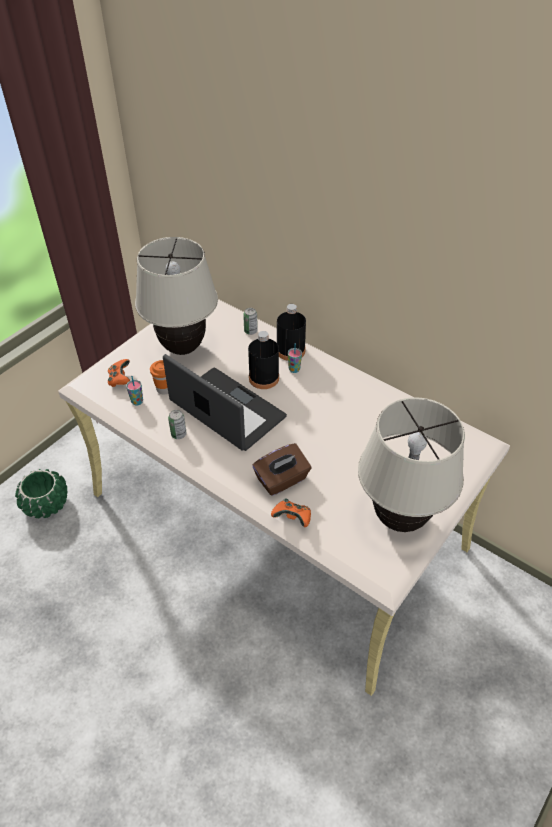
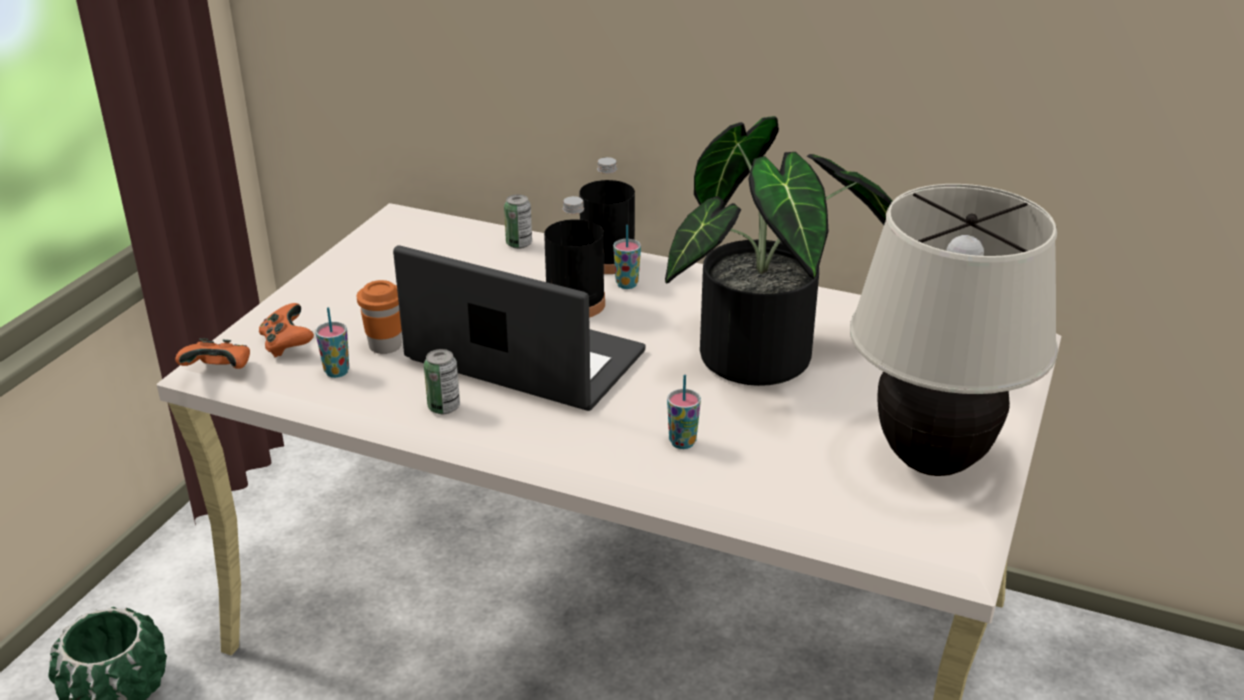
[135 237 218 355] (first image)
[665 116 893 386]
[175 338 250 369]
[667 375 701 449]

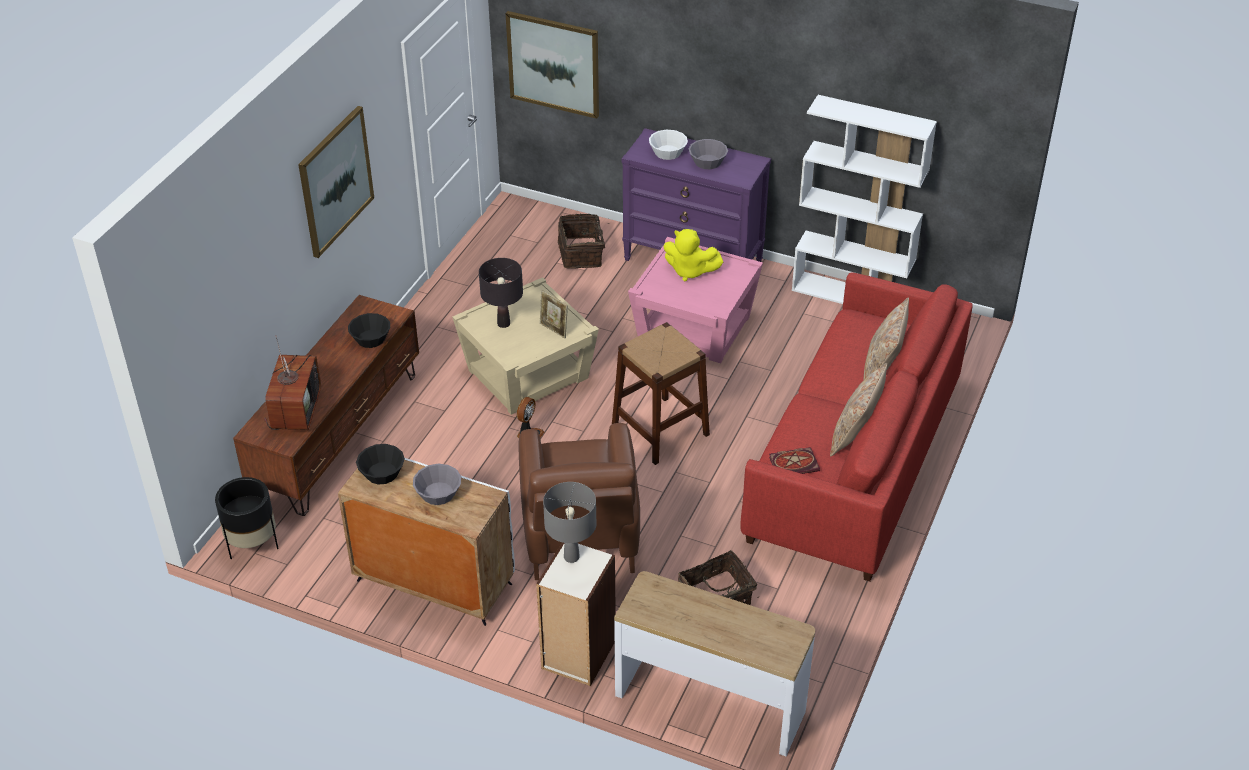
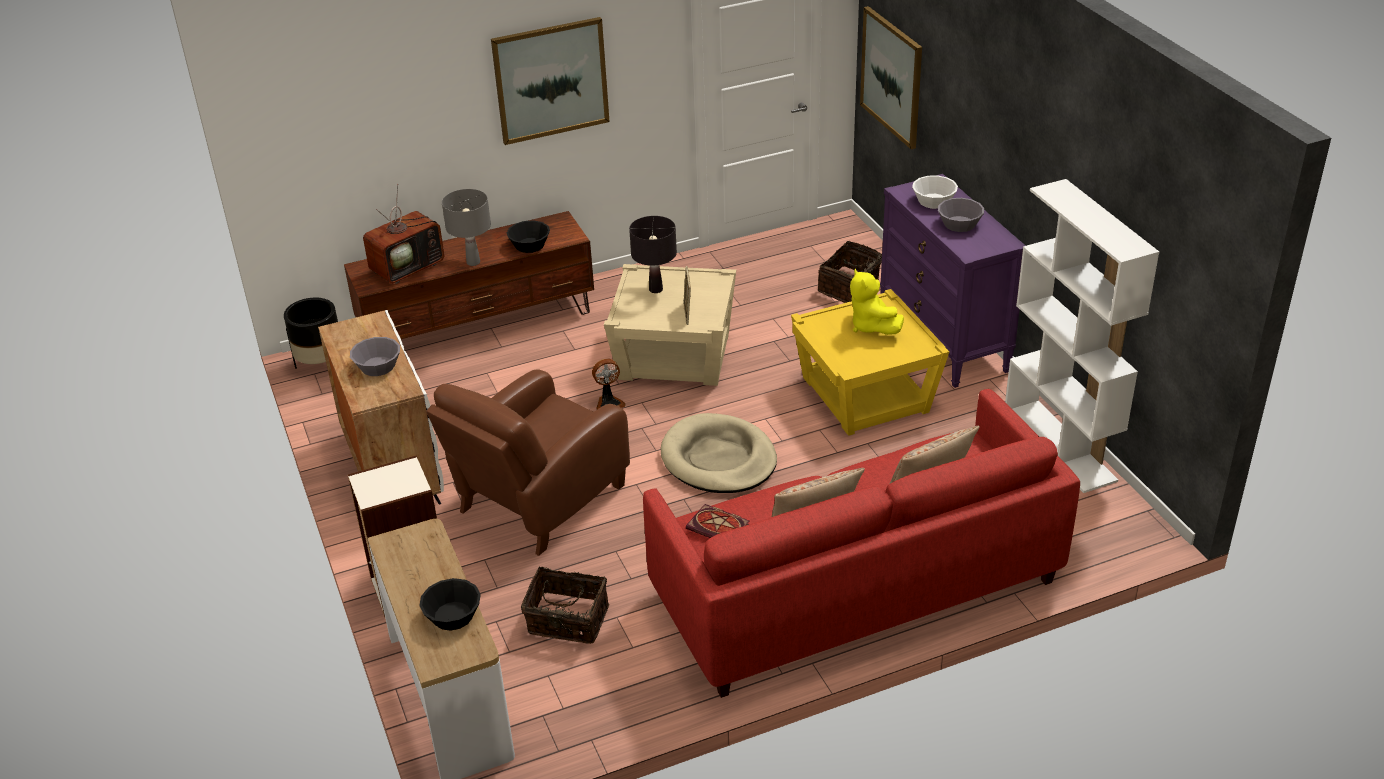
[419 578 481 631]
[442 189 491 266]
[661 413 777 493]
[791 289 949 436]

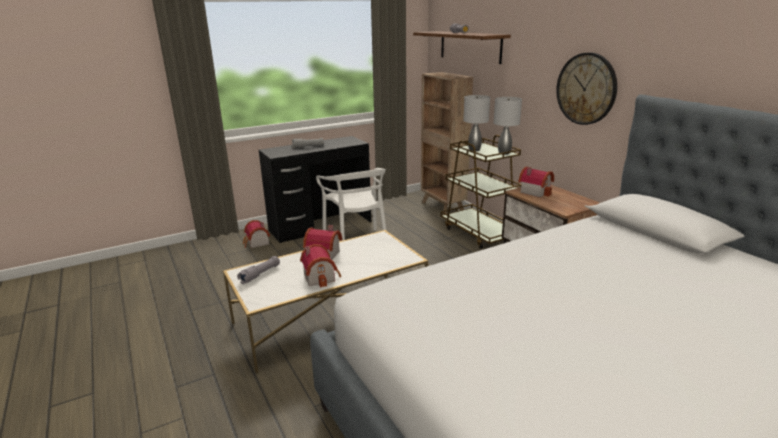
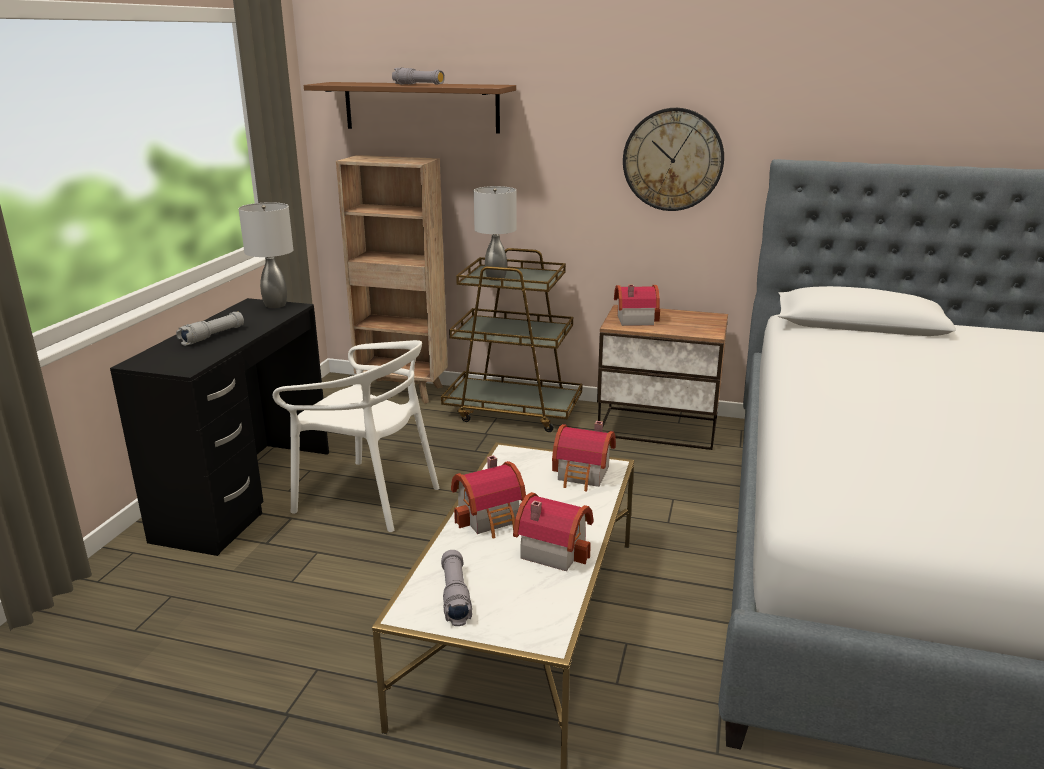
[552 421 616 492]
[238 202 293 308]

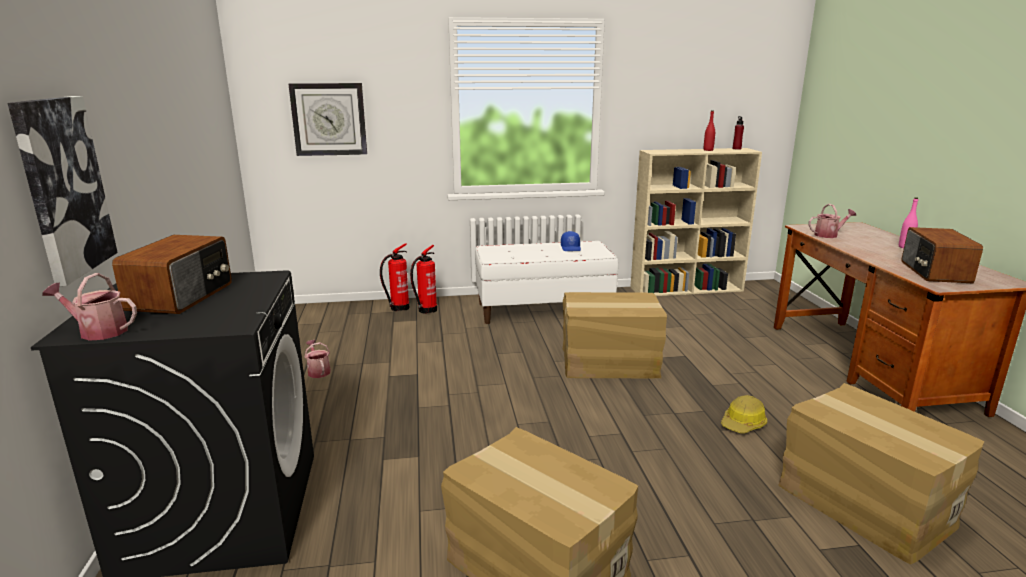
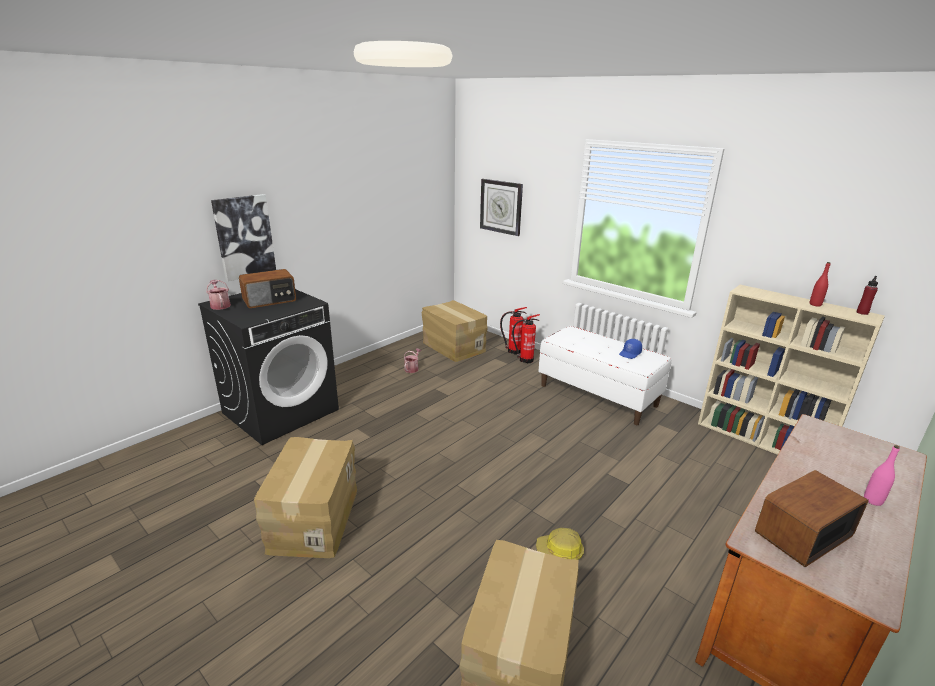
[808 204 856 238] (first image)
[422 300 488 362]

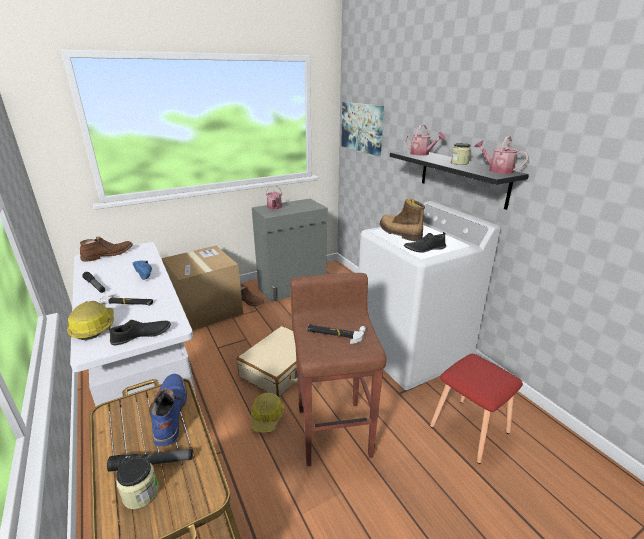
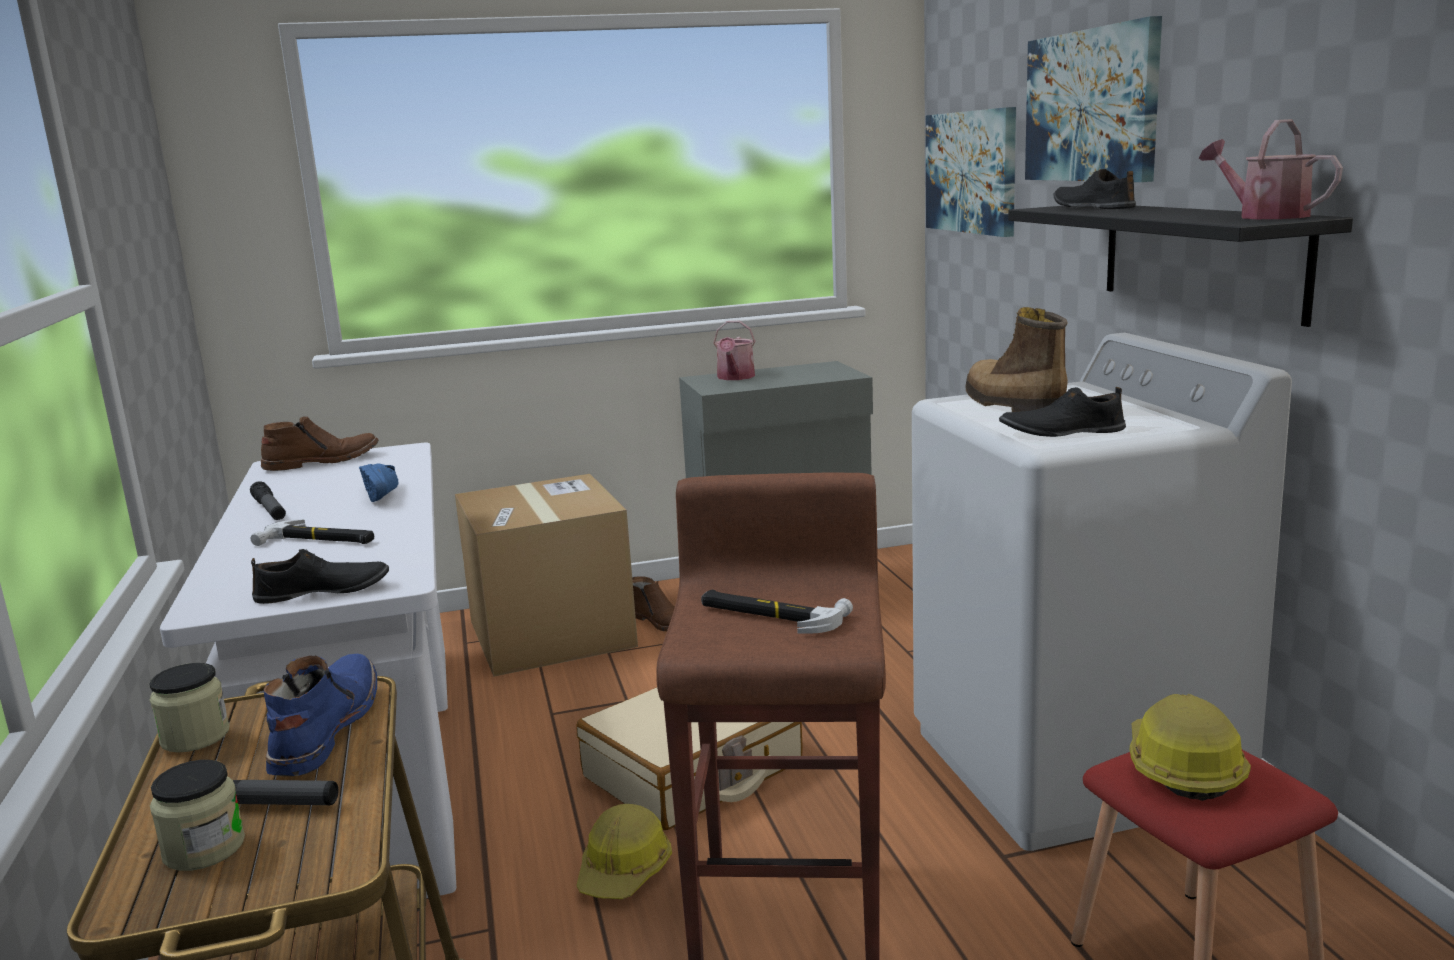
[1025 16 1162 182]
[1130 694 1251 801]
[149 663 229 752]
[1053 169 1136 209]

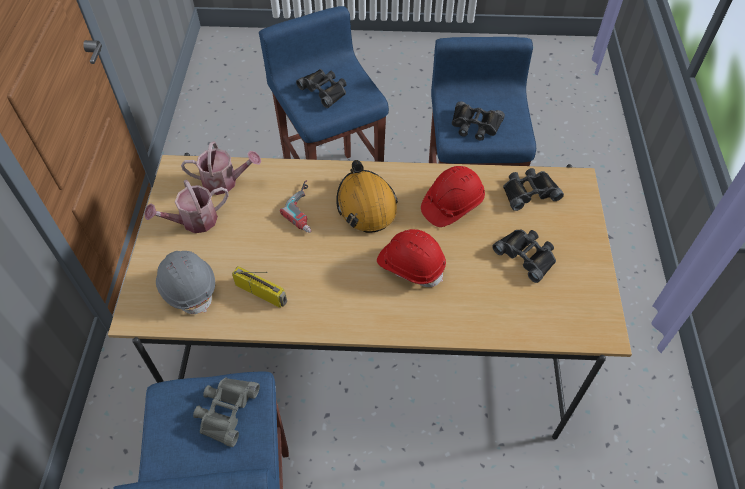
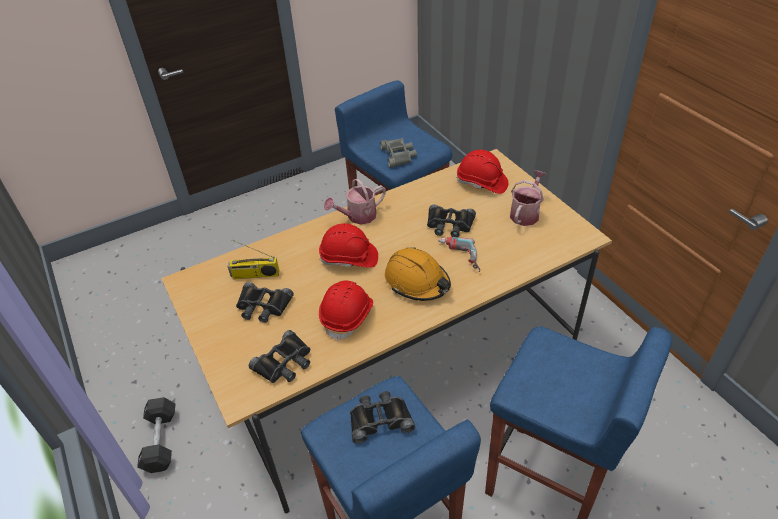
[137 397 176 473]
[324 178 386 225]
[228 240 279 279]
[427 205 476 237]
[456 150 509 194]

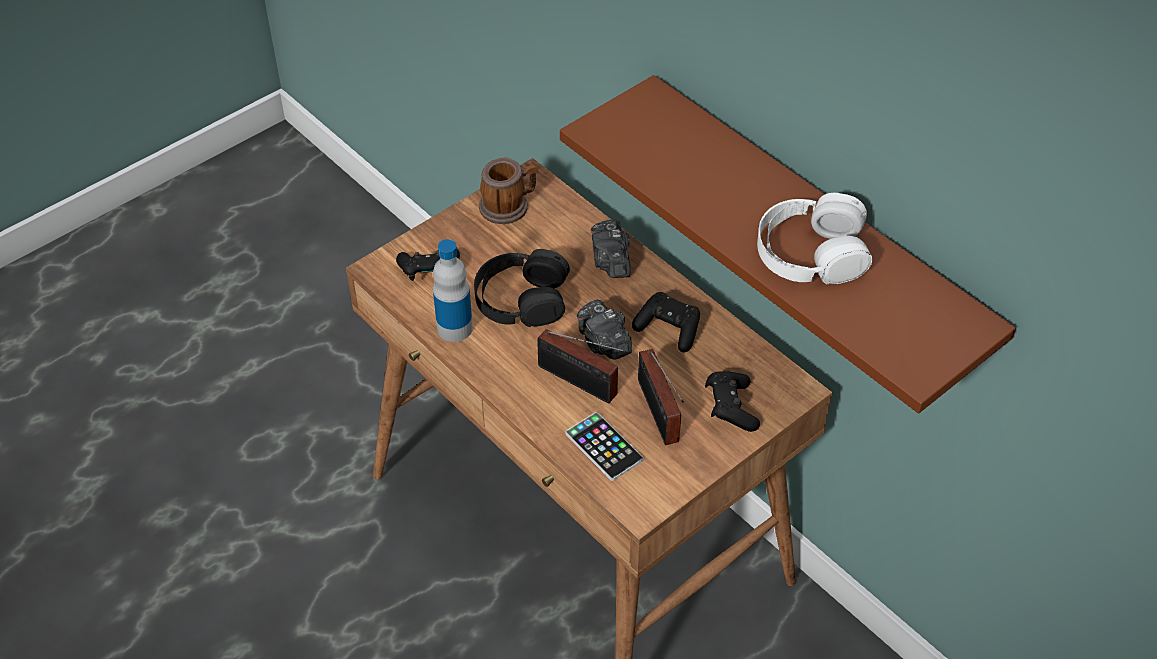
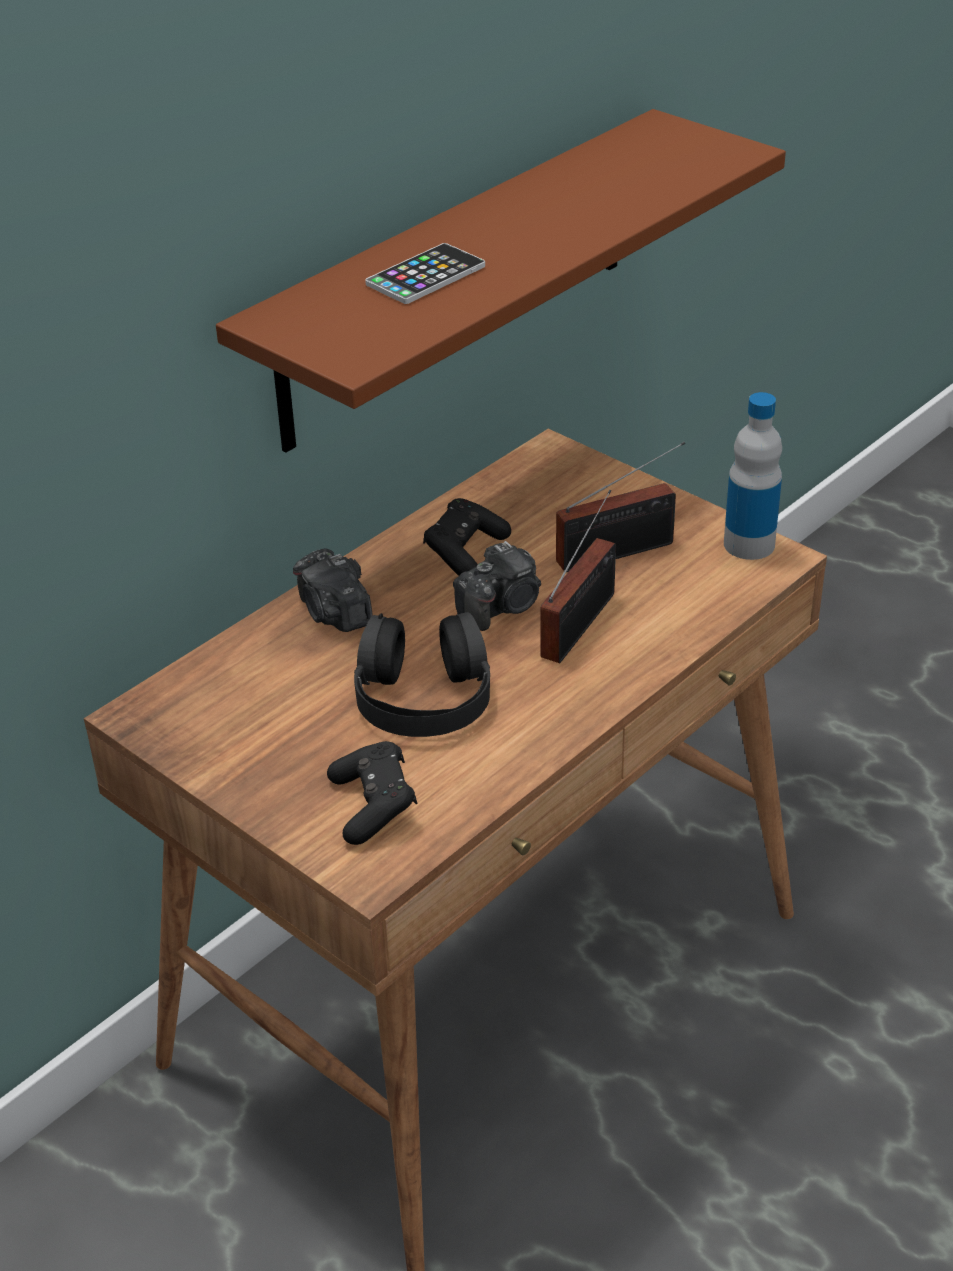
[479 158 538 224] (first image)
[705 371 760 432] (first image)
[757 193 872 285] (first image)
[724 392 782 560]
[365 243 485 304]
[293 548 373 632]

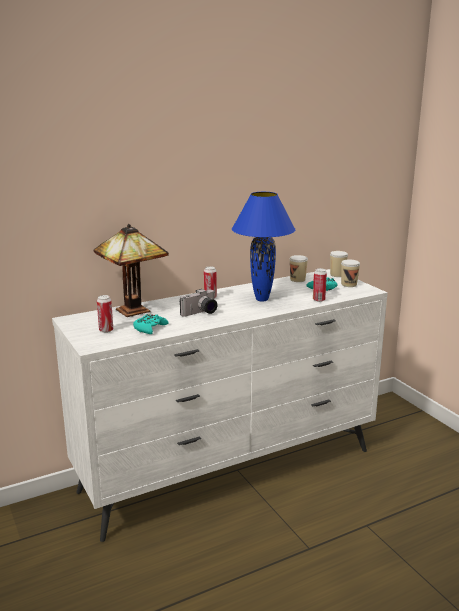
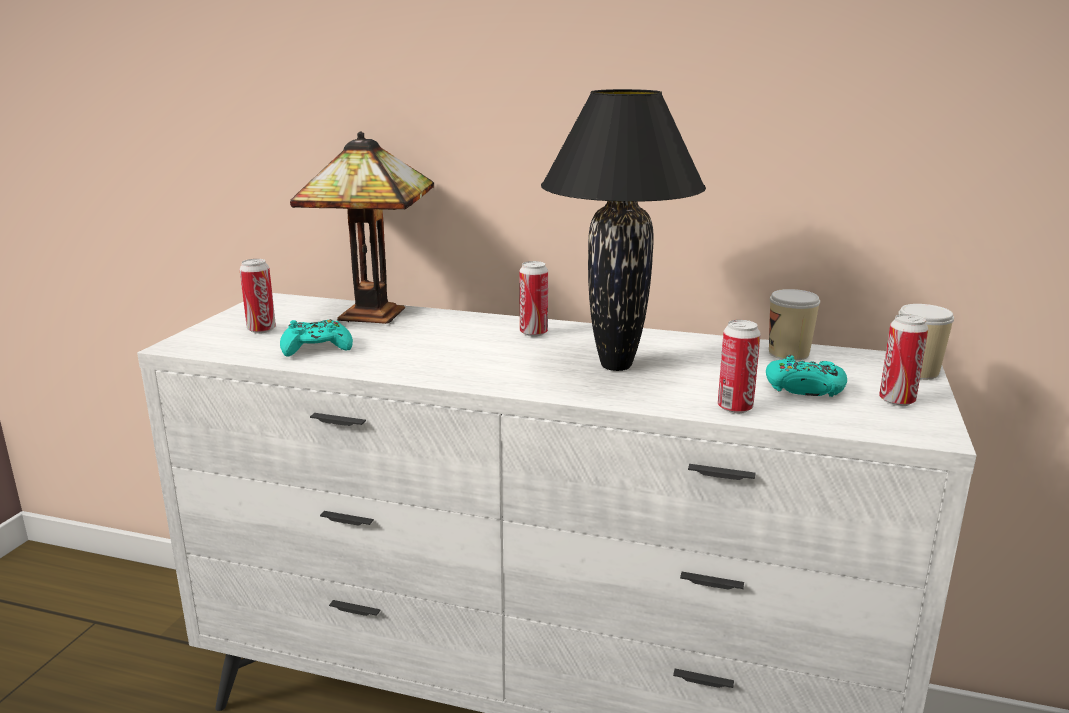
[180 289 217 317] (first image)
[879 314 928 406]
[541 89 706 371]

